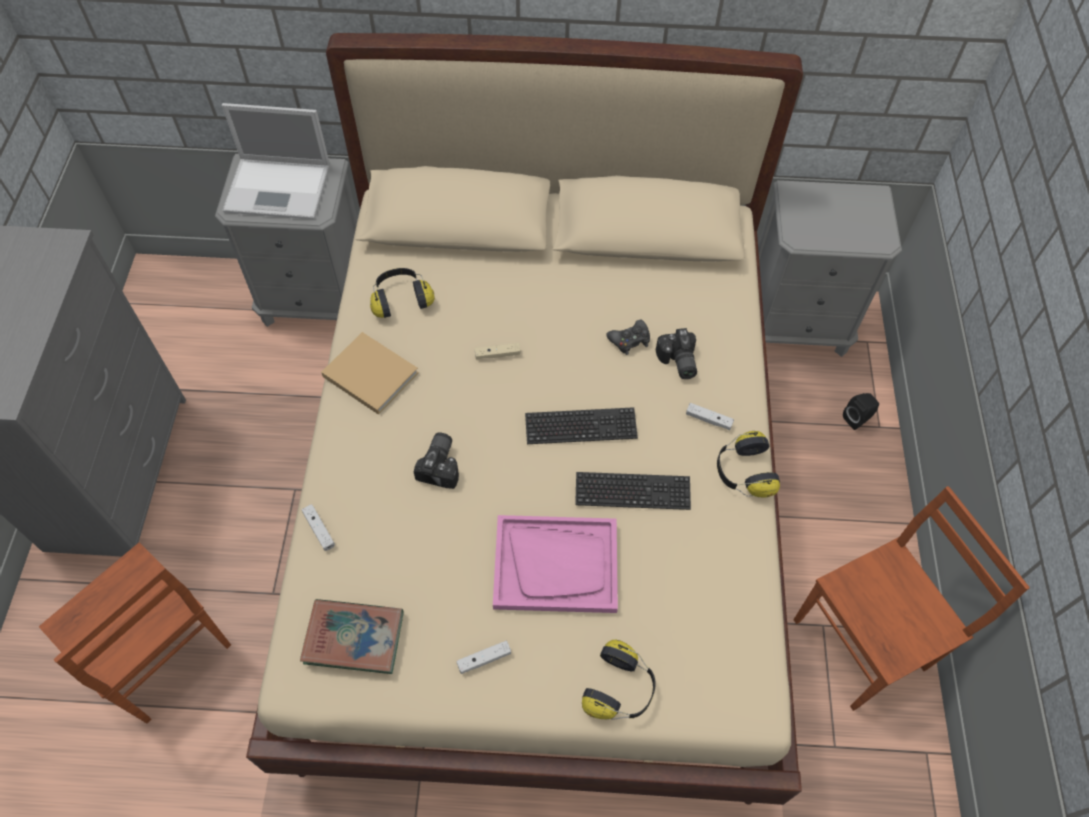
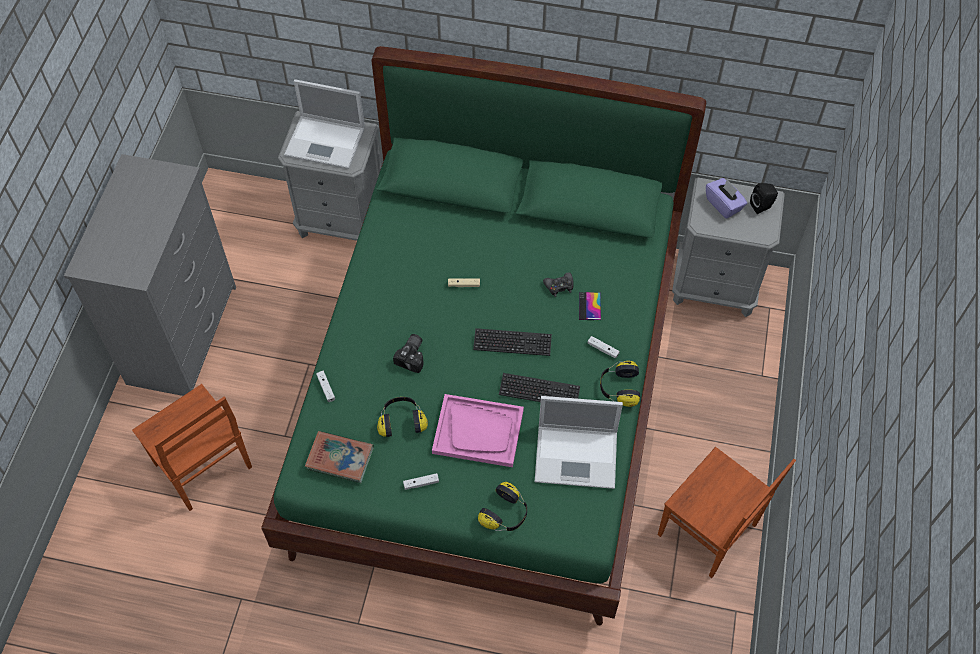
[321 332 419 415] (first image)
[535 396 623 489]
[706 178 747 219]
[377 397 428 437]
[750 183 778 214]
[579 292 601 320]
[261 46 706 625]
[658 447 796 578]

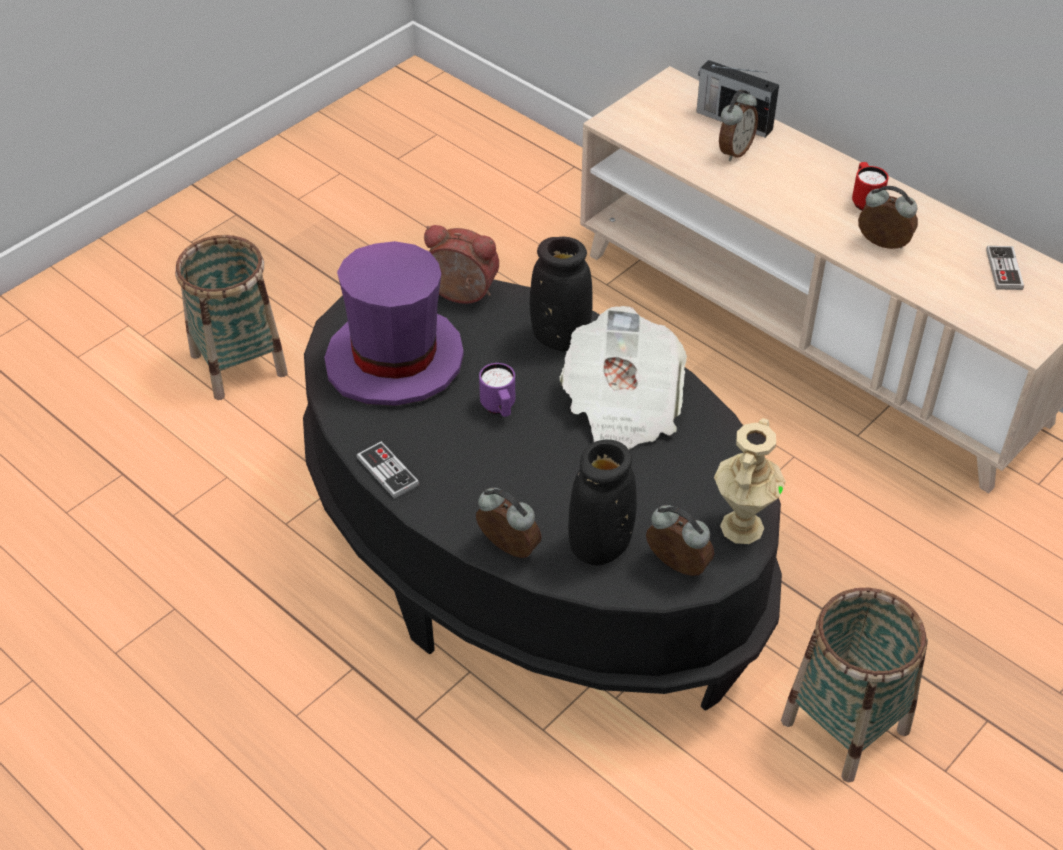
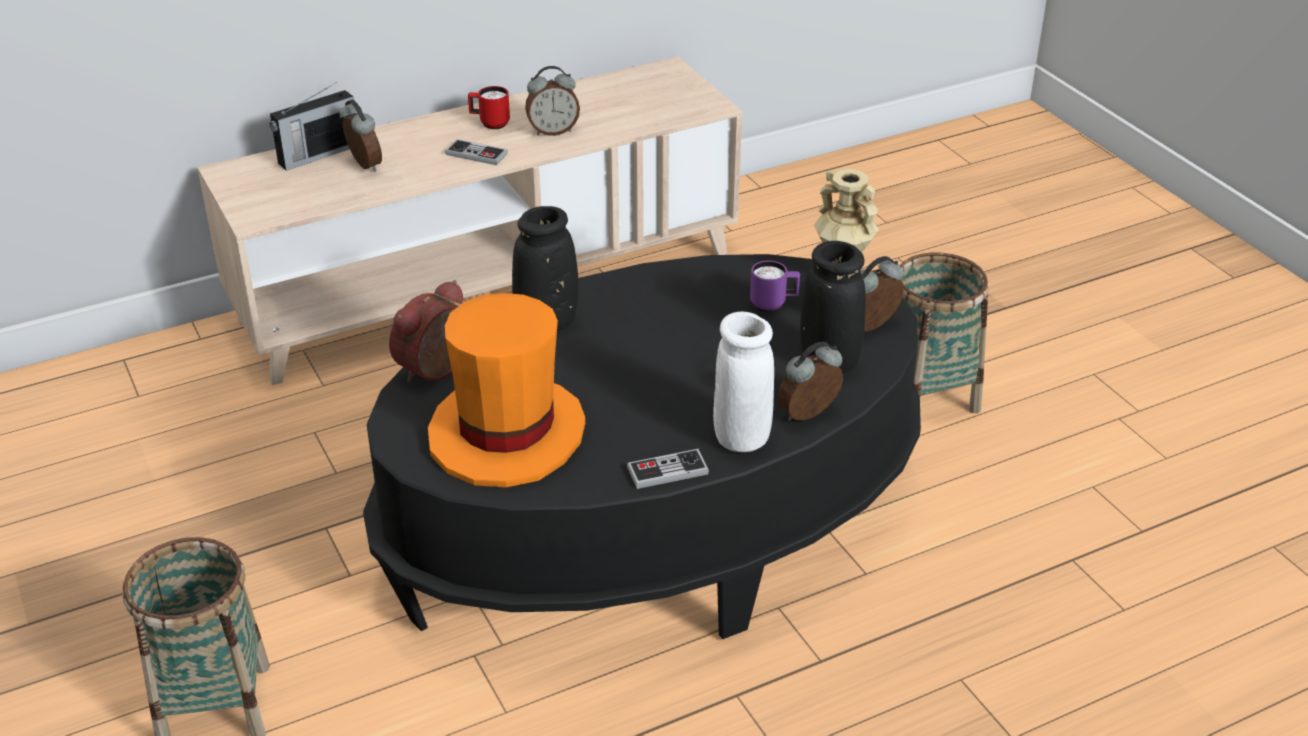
[560 306 687 450] (first image)
[713 312 774 452]
[750 260 800 312]
[445 139 508 165]
[428 293 586 488]
[525 66 580 136]

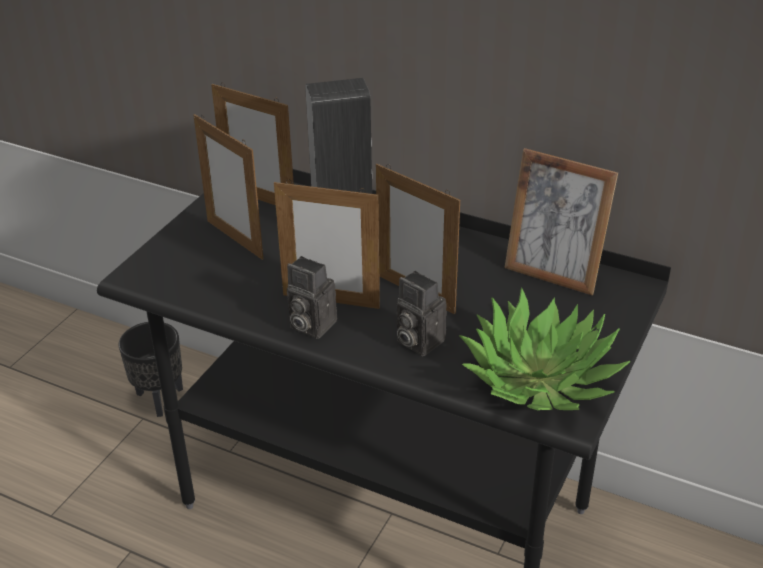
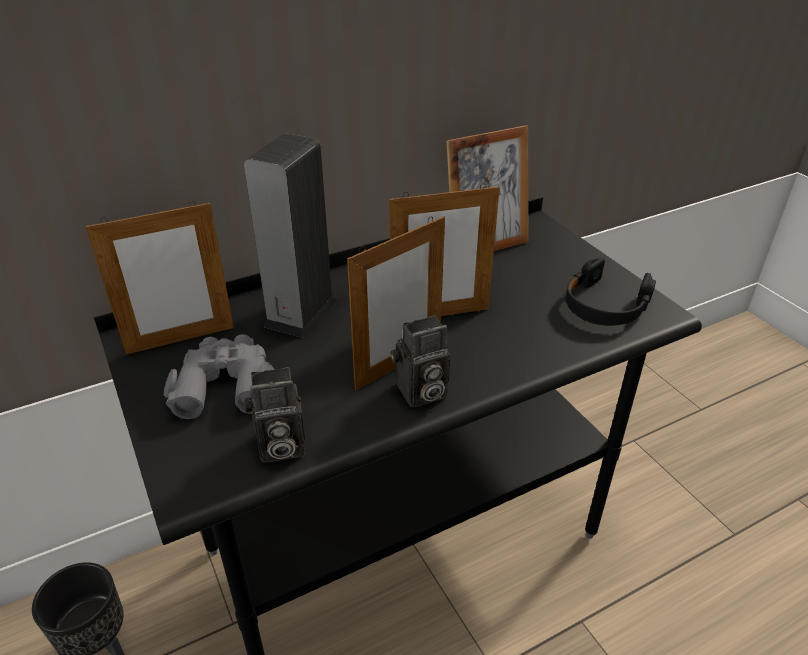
[244 367 305 463]
[164 334 274 419]
[566 258 656 326]

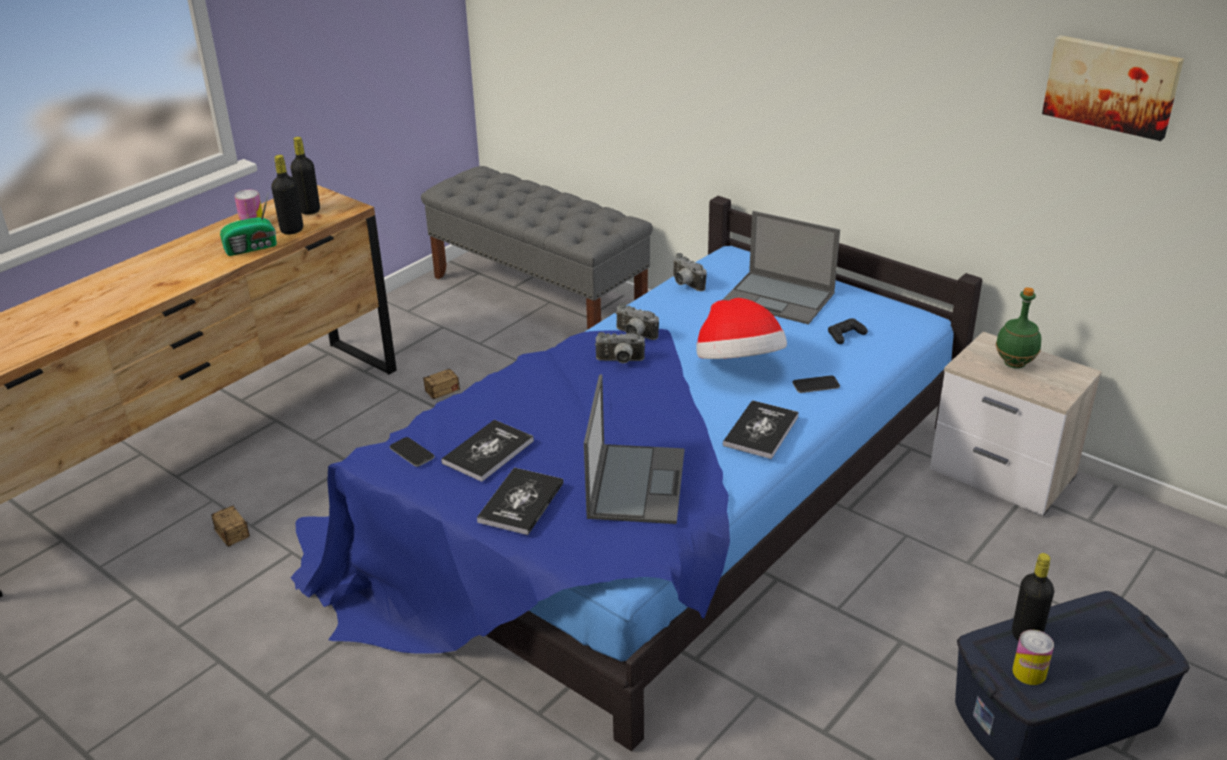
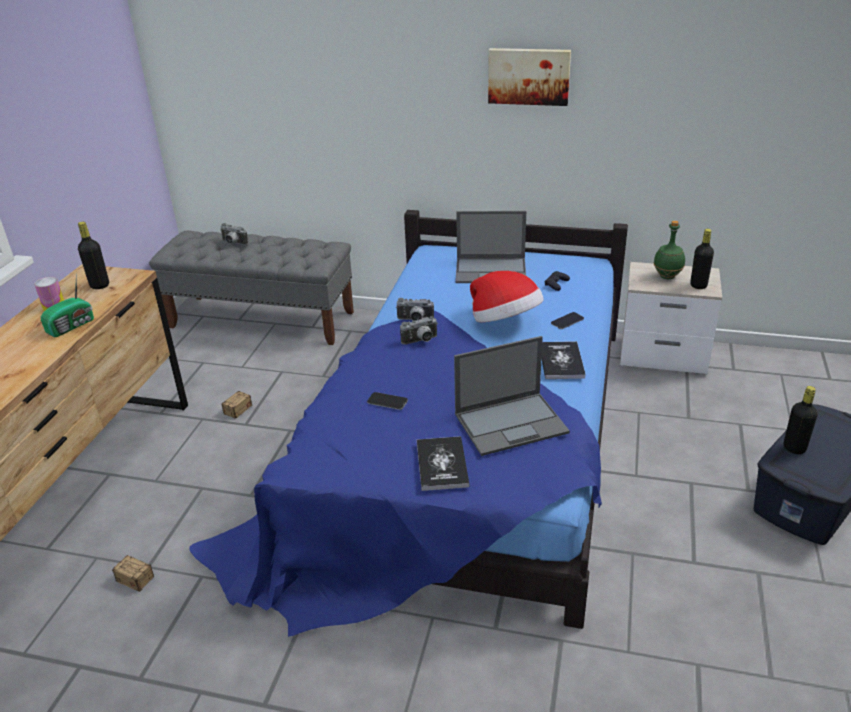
[441 420 534 482] (first image)
[1012 630 1054 685] (first image)
[690 229 714 289]
[367 392 408 410]
[220 223 248 245]
[488 48 571 106]
[454 336 570 456]

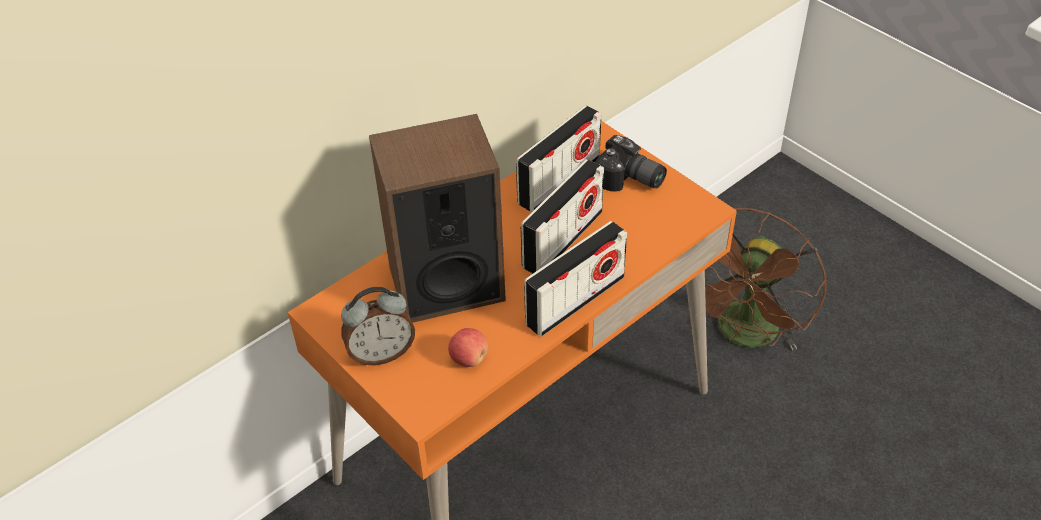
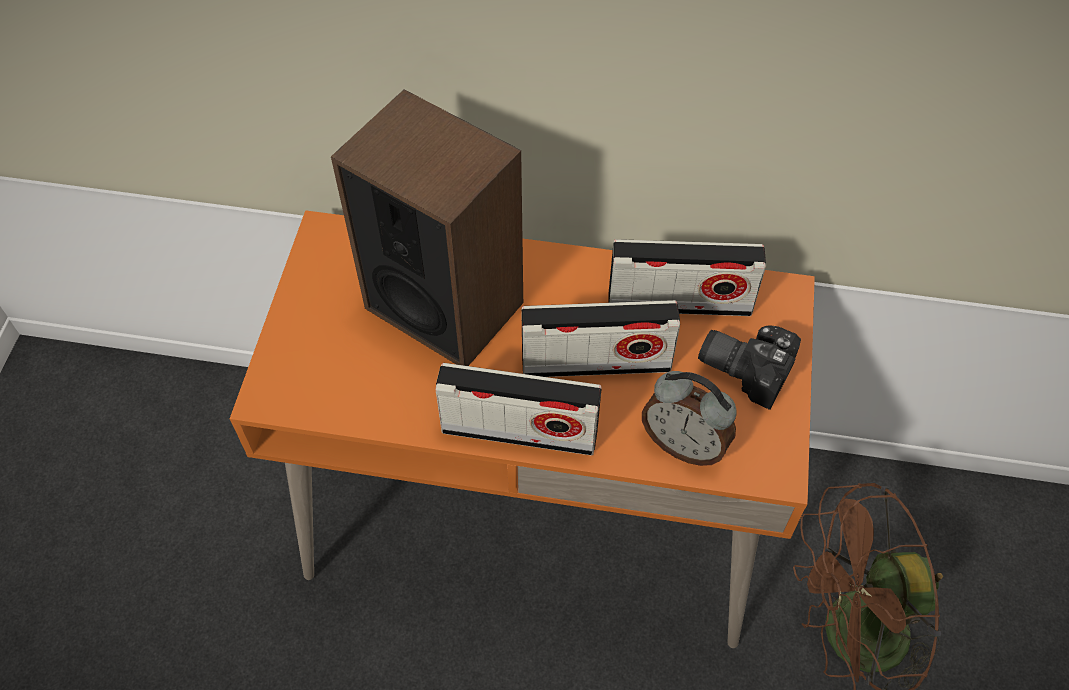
[448 328 488 367] (first image)
[642 371 737 466]
[698 325 801 410]

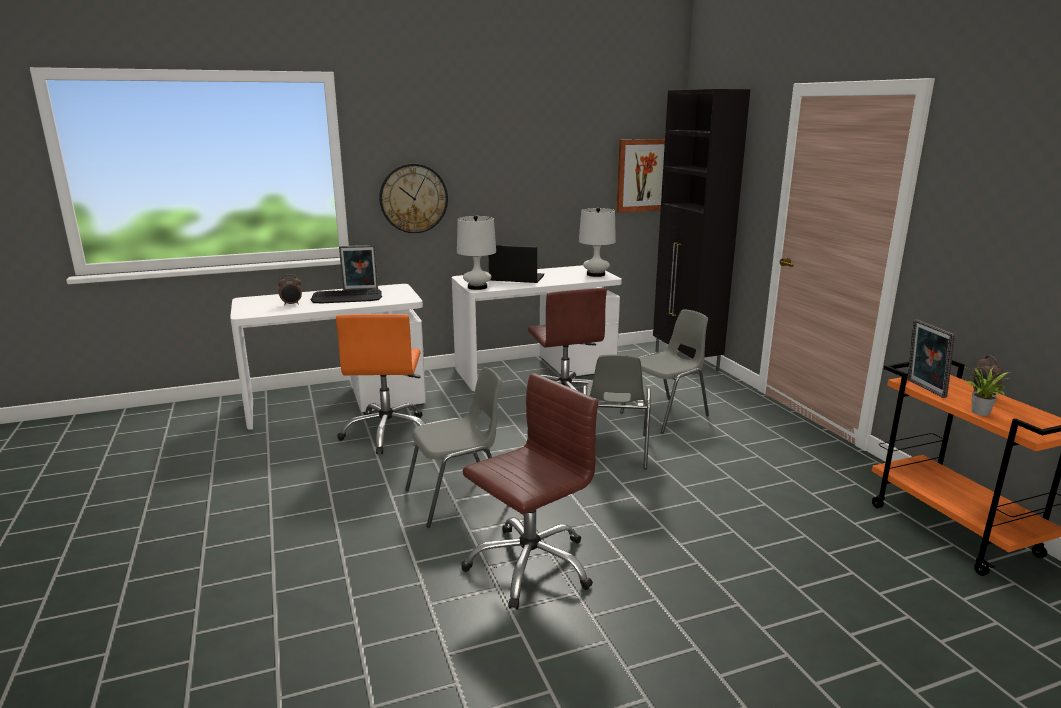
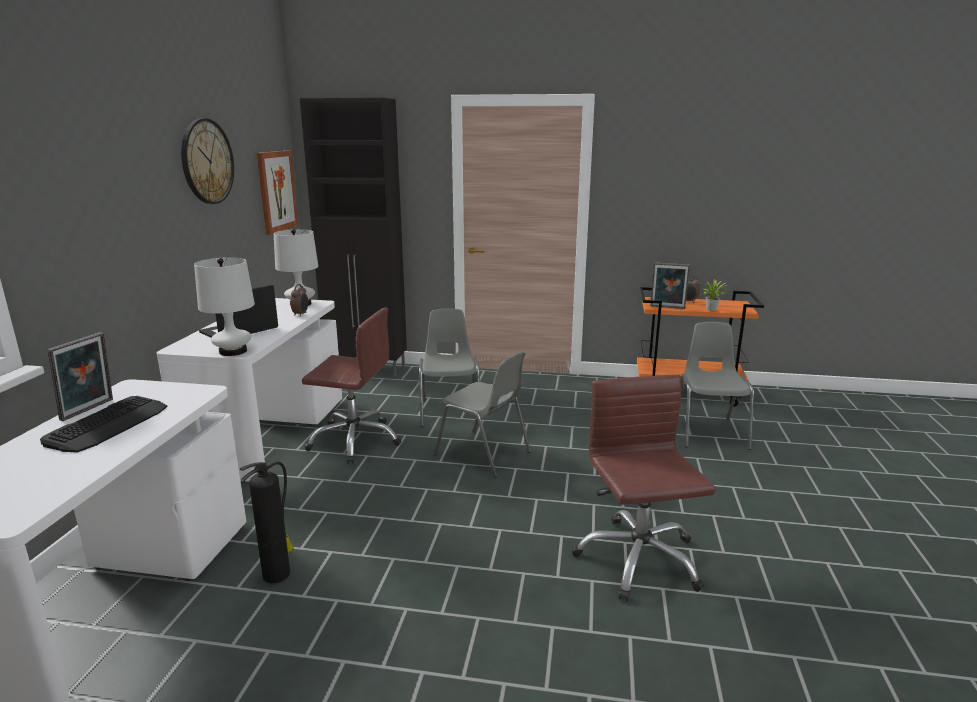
[290 284 308 317]
[181 118 234 204]
[681 322 754 450]
[240 461 294 584]

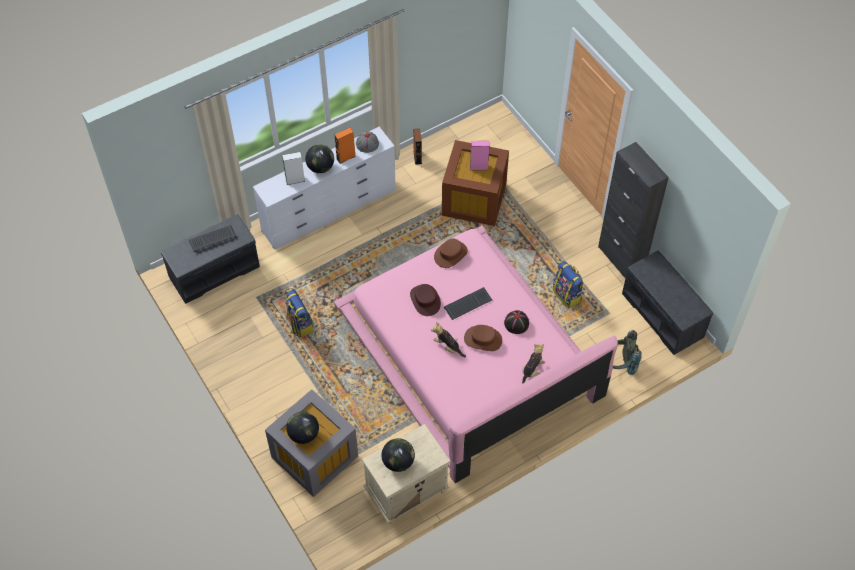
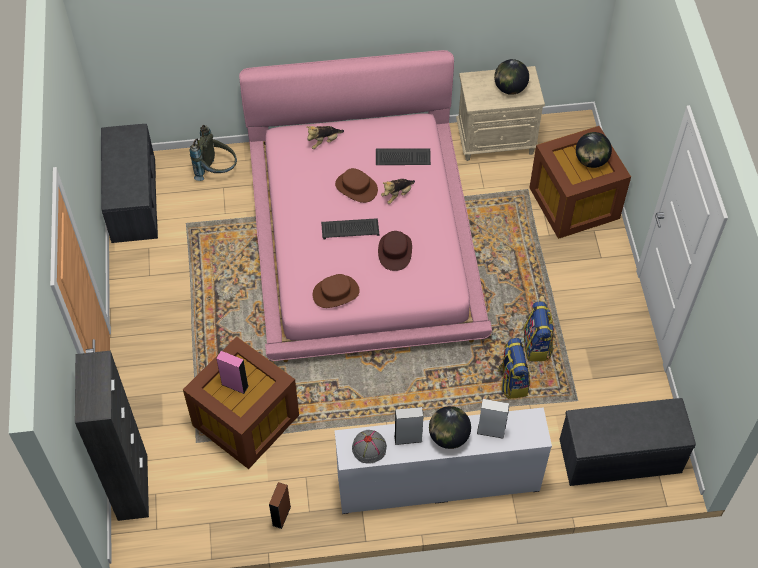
[504 310 529 334] (first image)
[376 148 431 165]
[497 338 530 399]
[75 351 149 521]
[529 126 631 239]
[394 407 424 445]
[381 179 415 204]

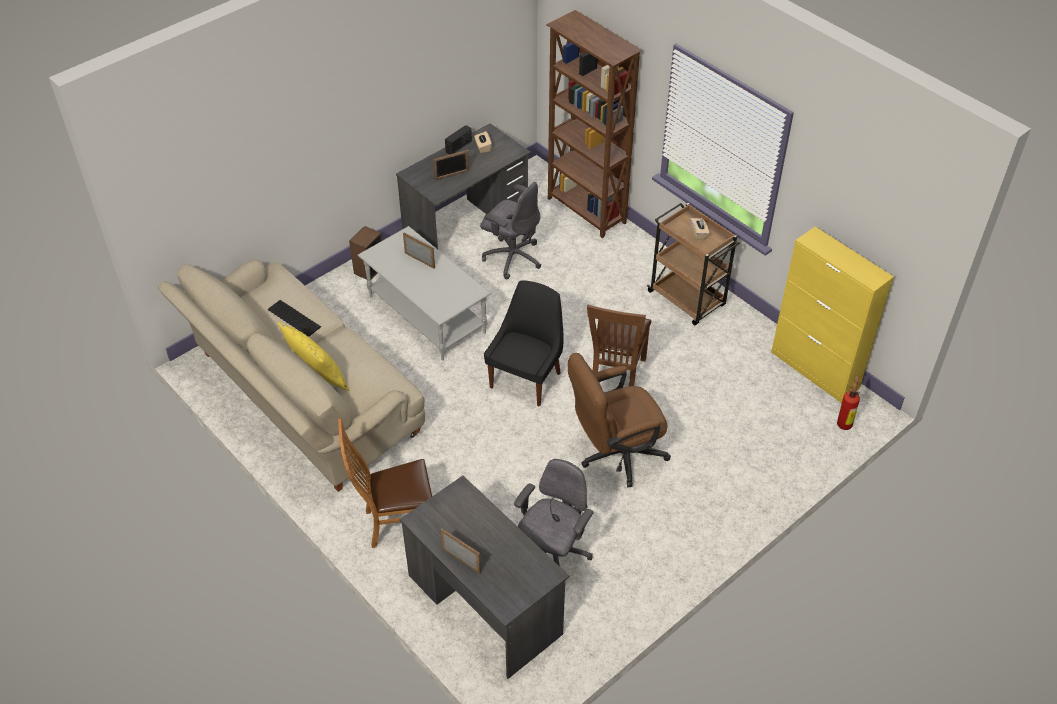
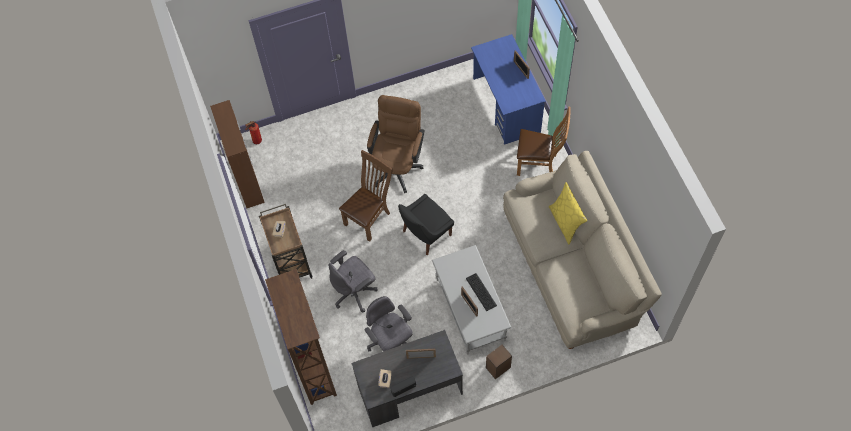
[466 273 497 311]
[328 250 377 313]
[471 34 546 145]
[210 100 265 208]
[367 95 424 193]

